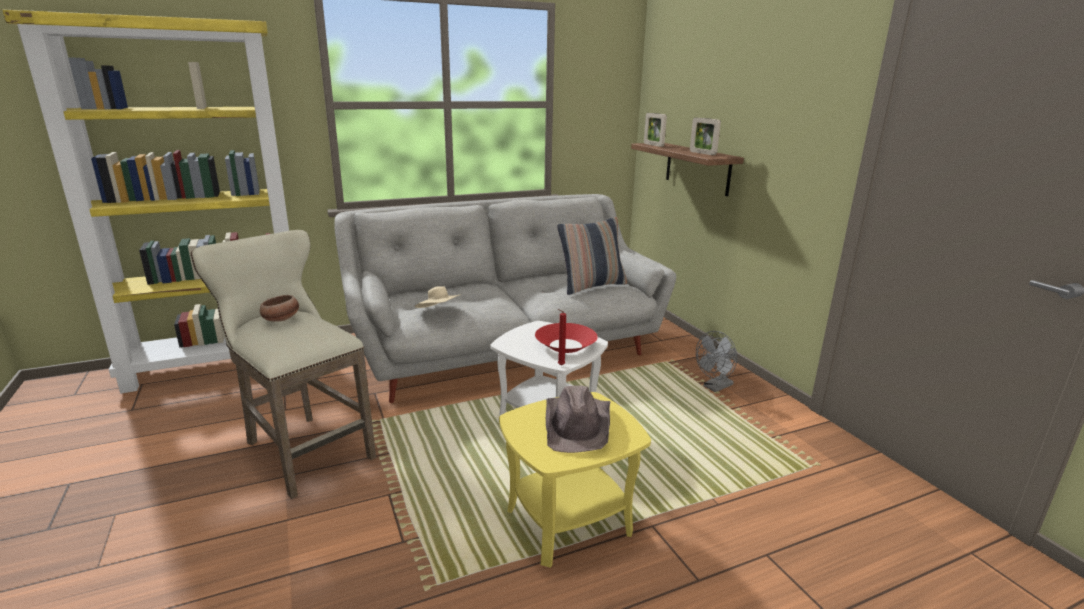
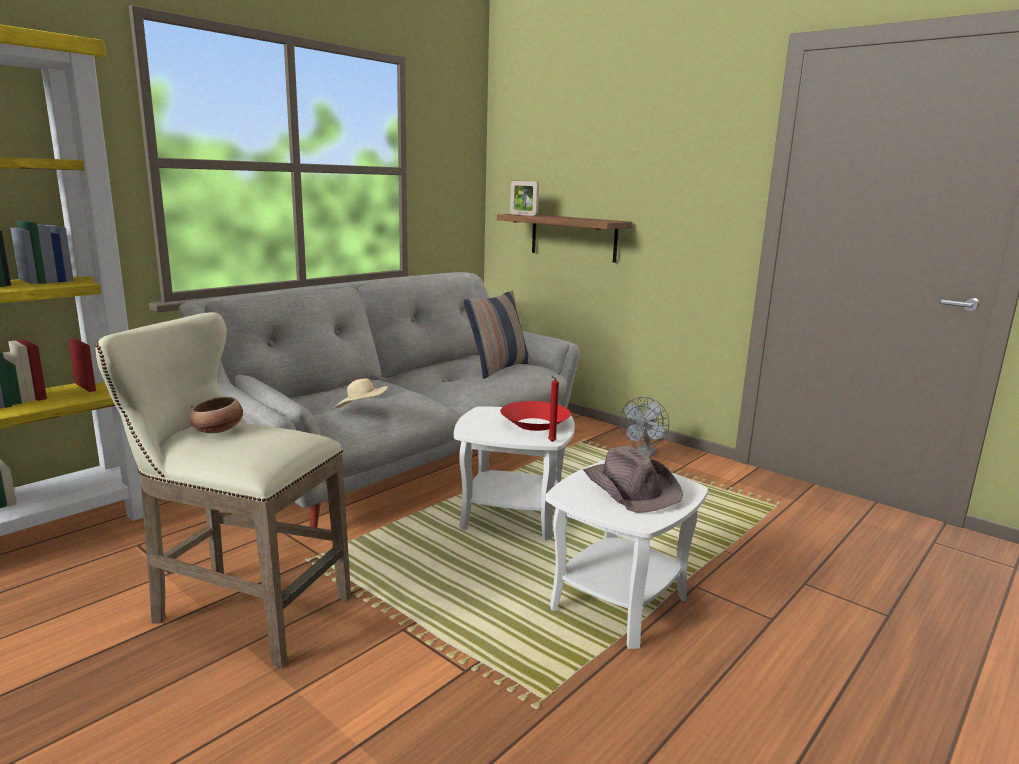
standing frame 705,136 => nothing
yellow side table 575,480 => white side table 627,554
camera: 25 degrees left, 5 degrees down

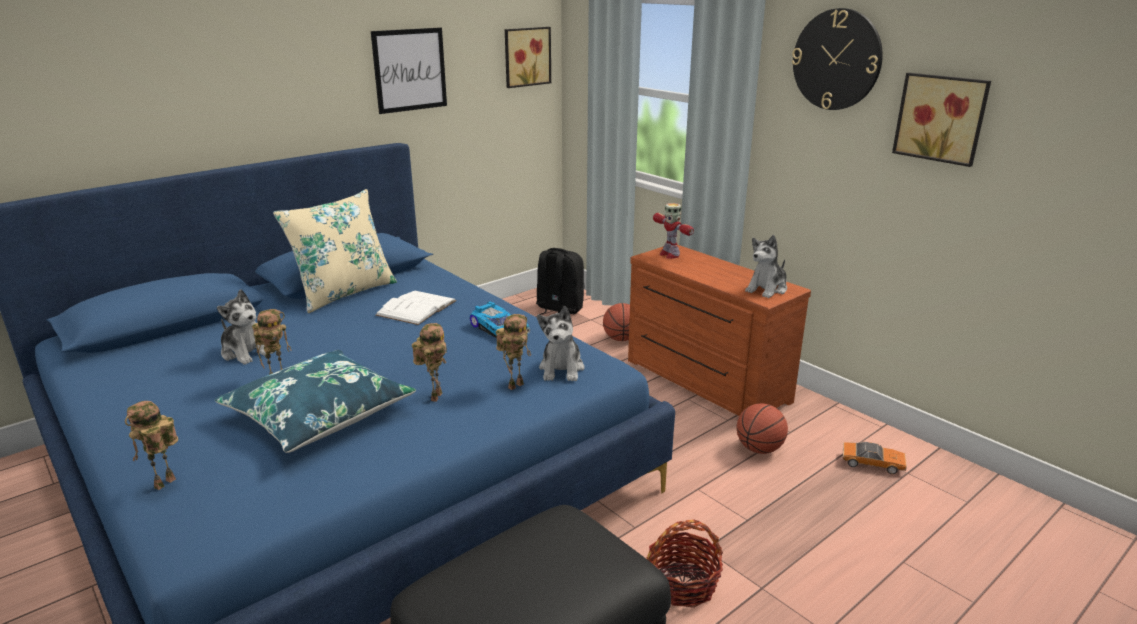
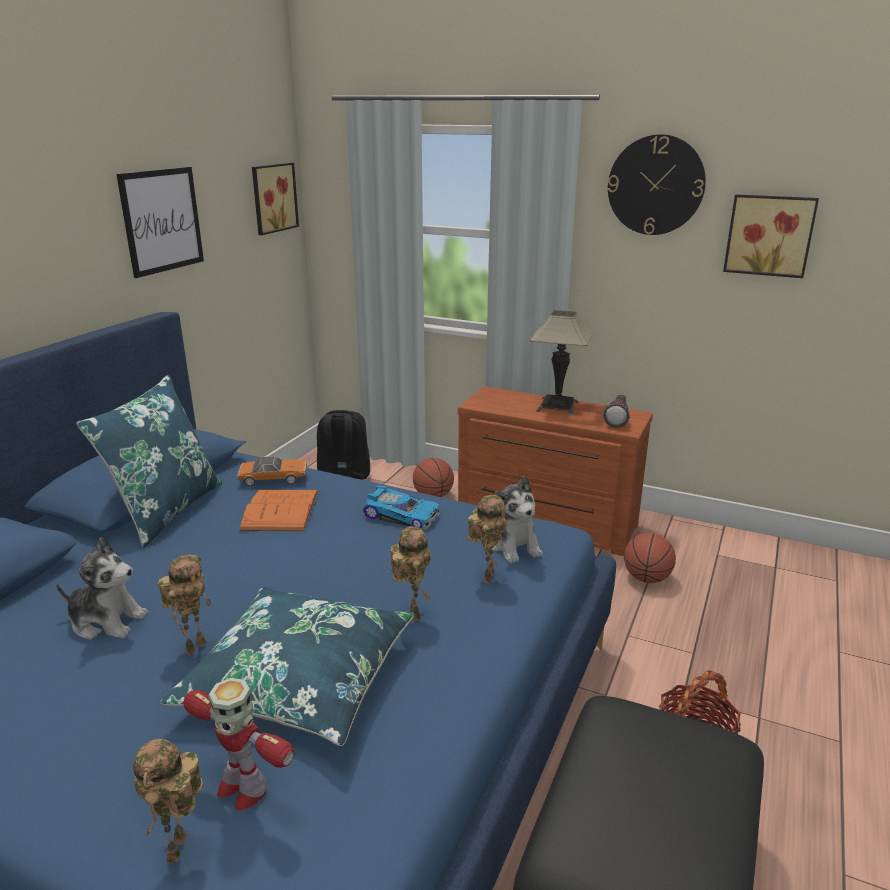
beige throw pillow 335,251 => blue-coloured throw pillow 149,461
robot figure 673,231 => robot figure 239,744, shifted
soft toy 766,266 => flashlight 616,411
white volume 416,308 => orangey volume 279,510
model car 875,458 => model car 272,471, shifted
nothing => lamp for a table 561,363
camera: 25 degrees left, 0 degrees up

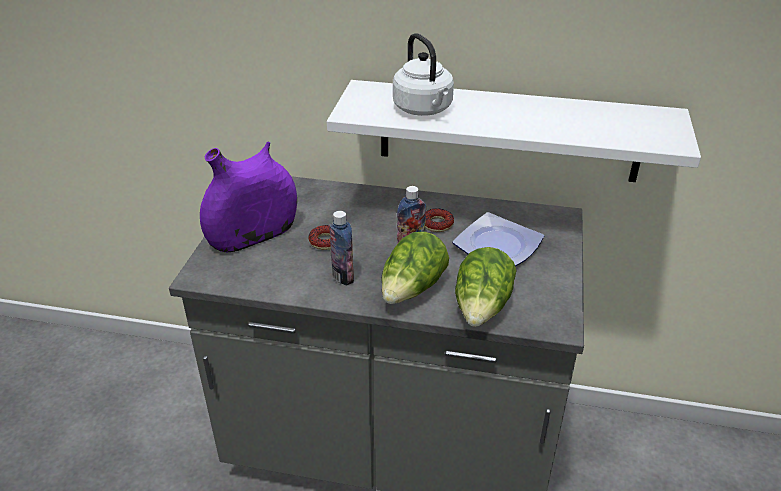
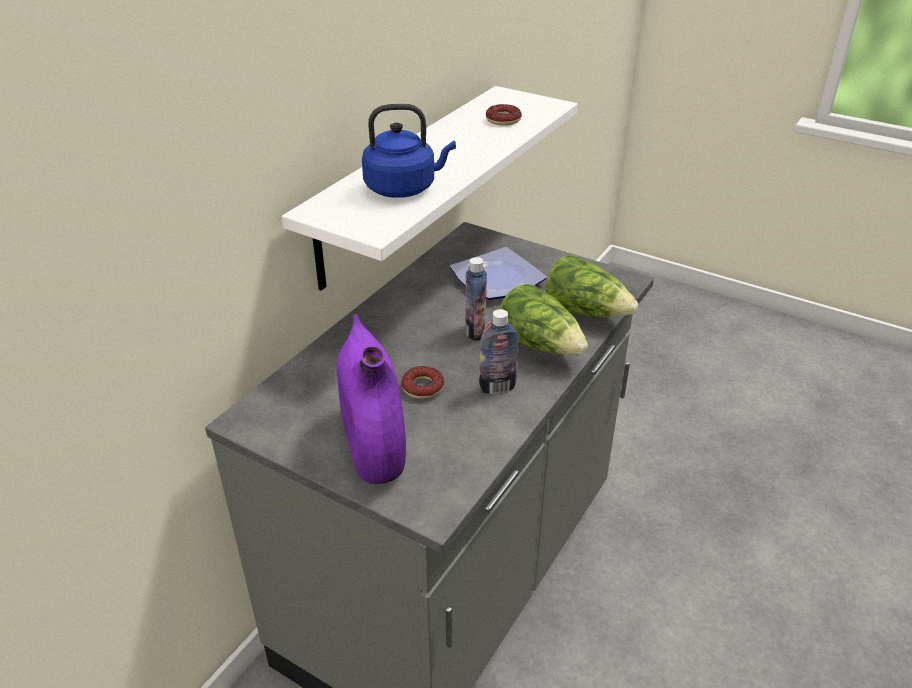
white kettle 423,74 => blue-coloured kettle 409,151
ring doughnut 439,220 => ring doughnut 504,115, shifted
camera: 70 degrees left, 0 degrees up

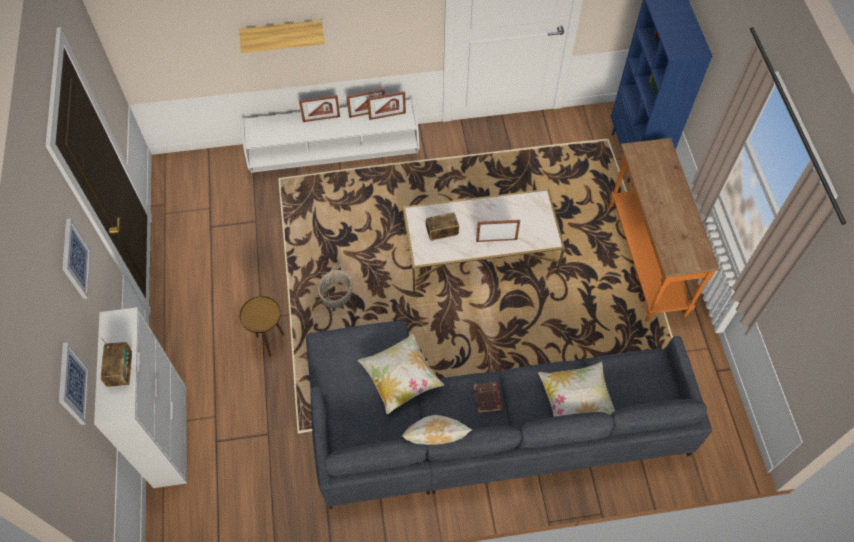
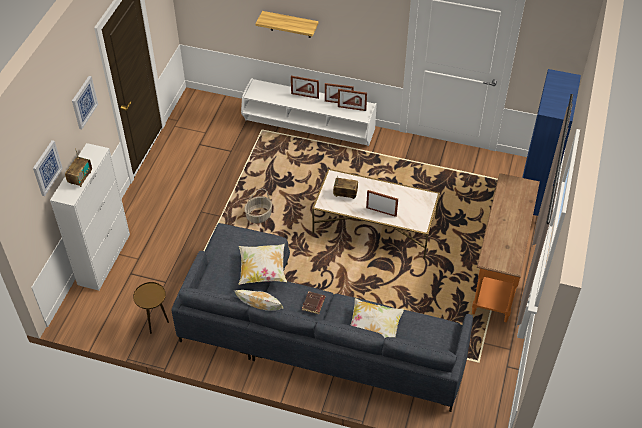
brown-coloured side table 262,326 => brown-coloured side table 151,308, shifted
camera: 25 degrees right, 10 degrees down

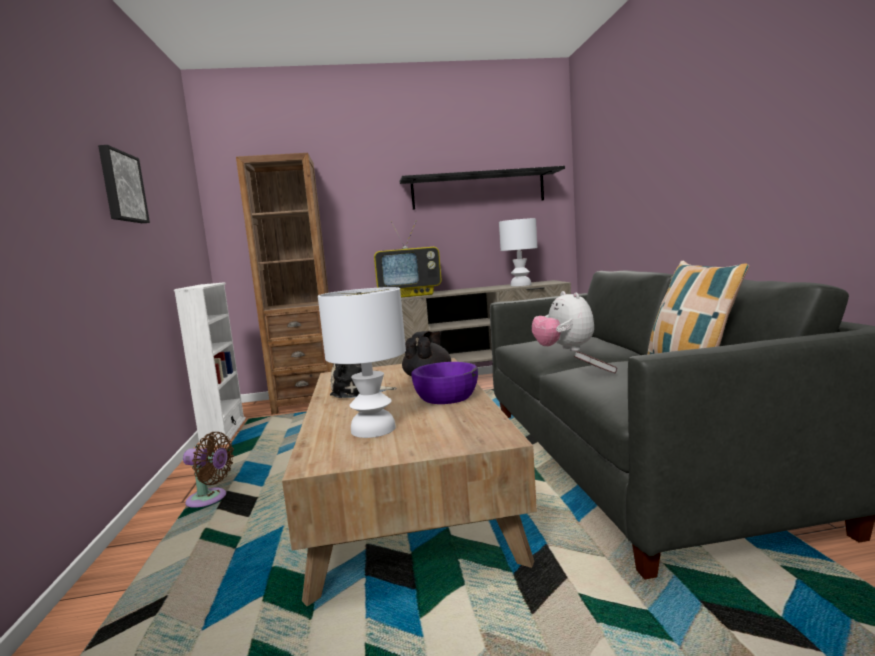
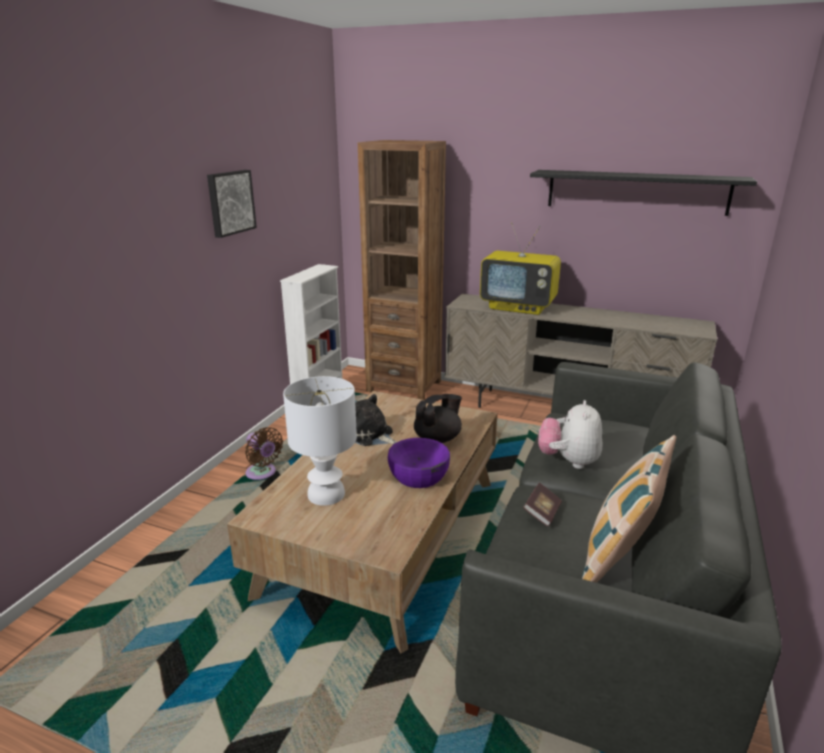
white lamp for a table 518,252 => nothing
camera: 30 degrees right, 15 degrees up

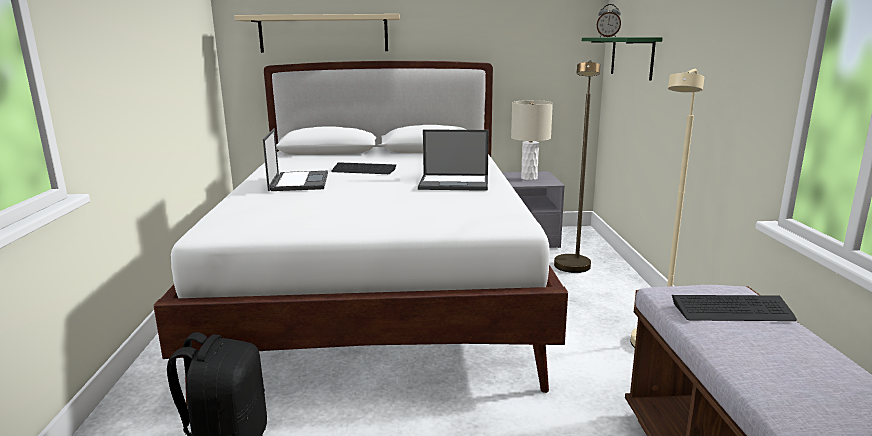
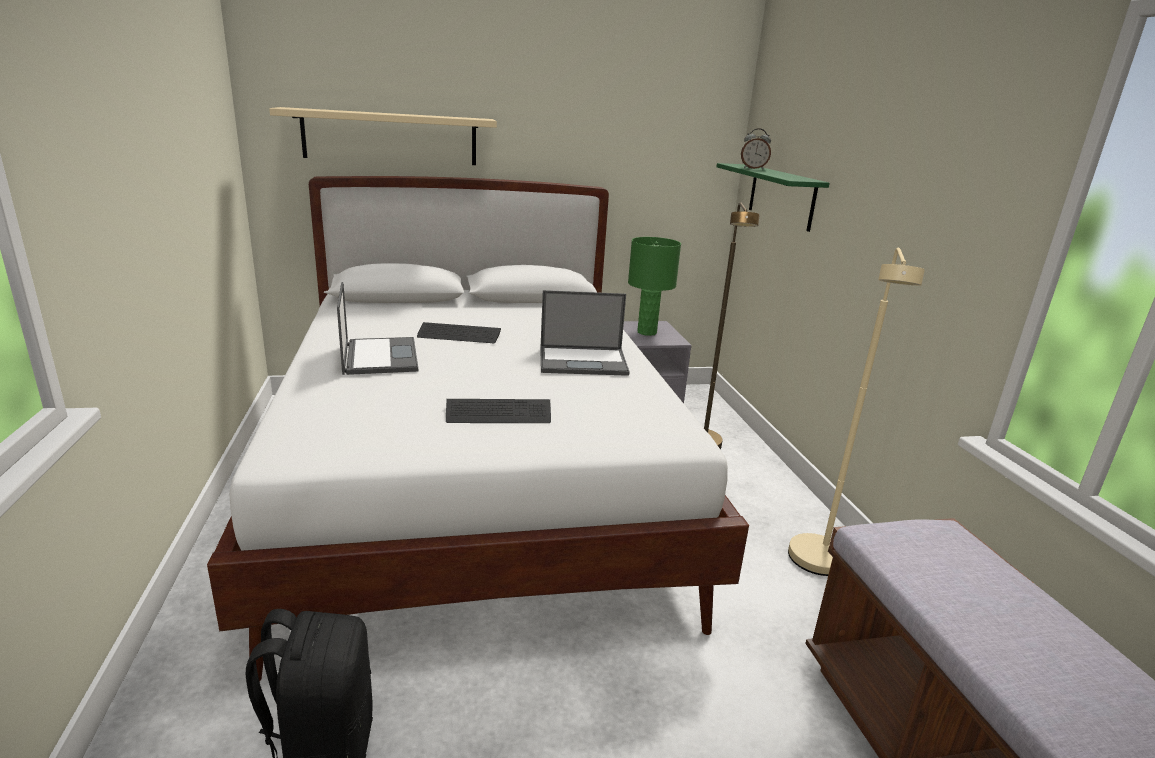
beige lamp for a table 532,140 => greenish lamp for a table 654,286
keyboard 734,308 => keyboard 498,411, shifted
camera: 10 degrees left, 5 degrees up

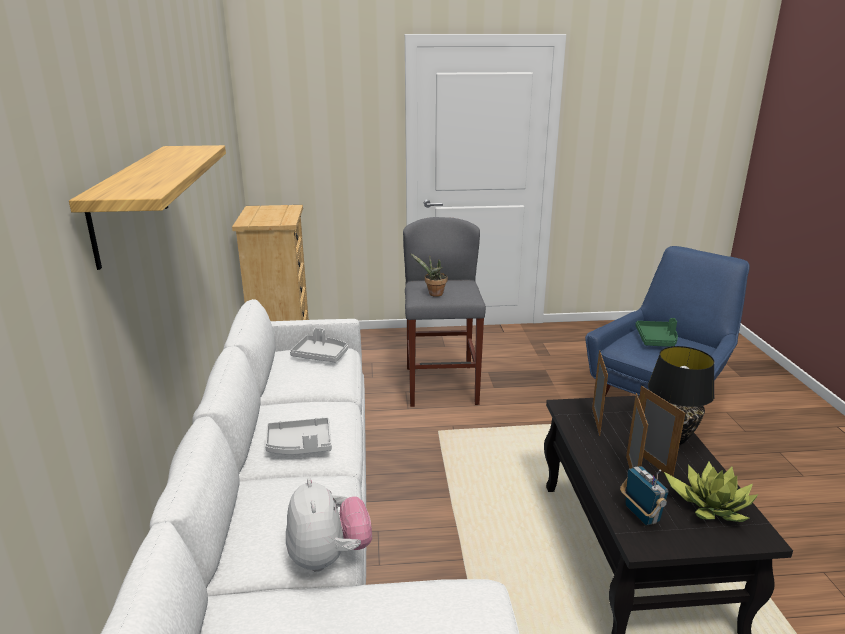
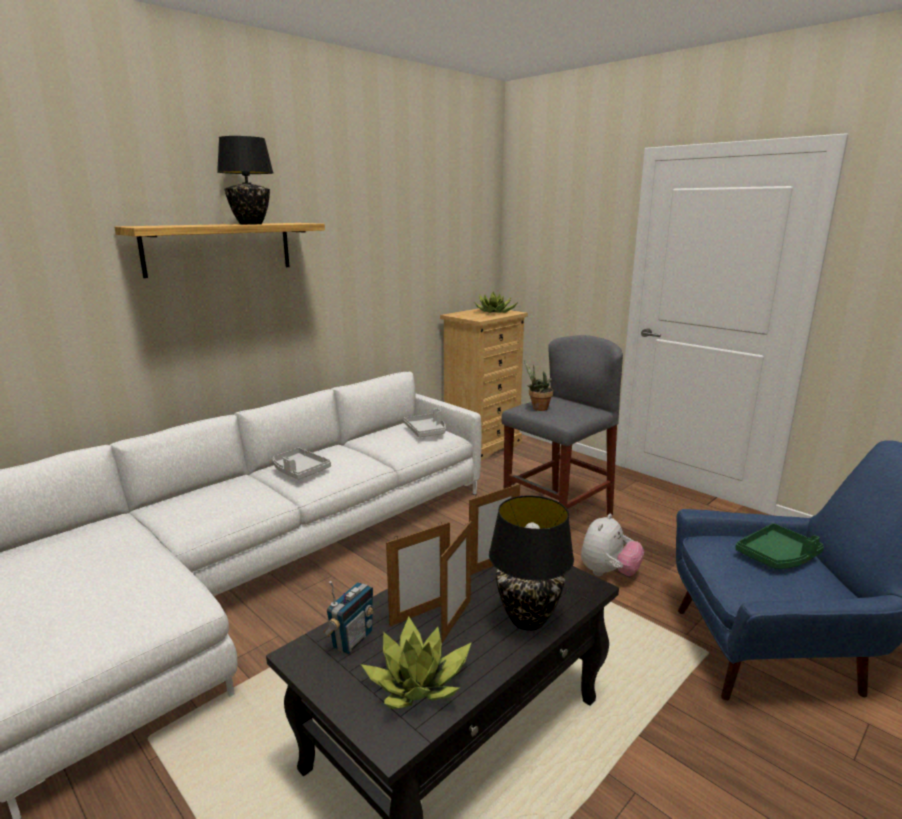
soft toy 329,525 => soft toy 612,545, shifted
nothing => blackish lamp for a table 245,180
nothing => houseplant 496,302
camera: 50 degrees right, 5 degrees down

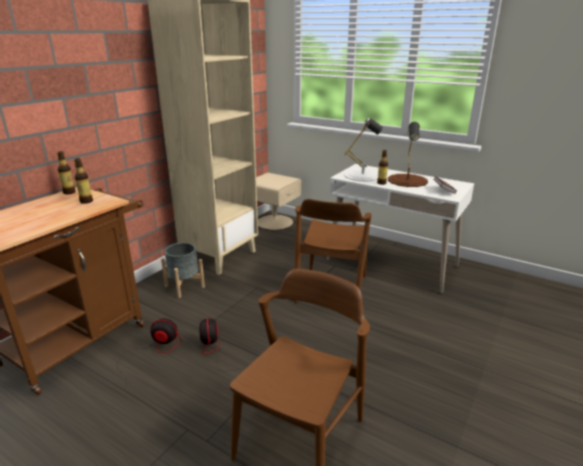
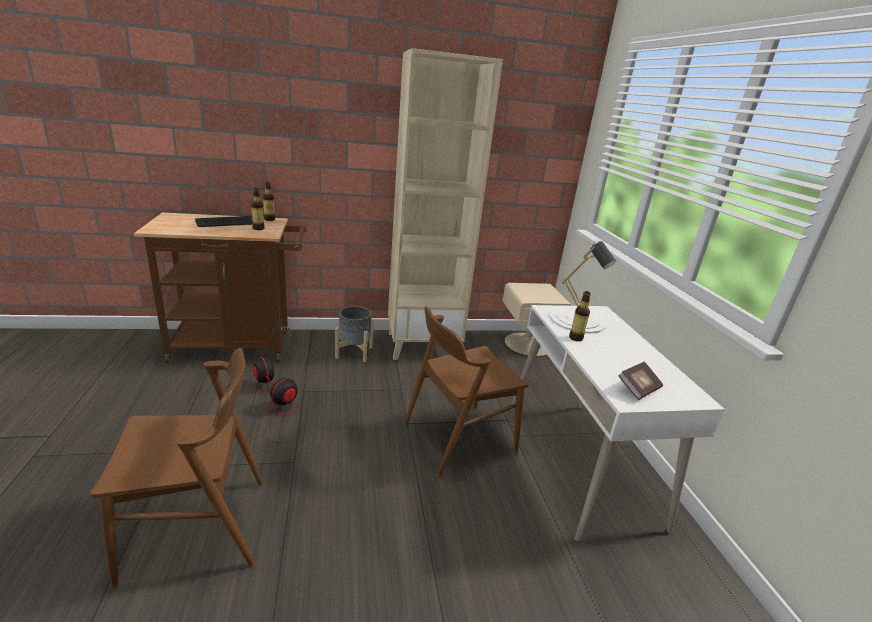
brown-coloured lamp for a table 408,154 => nothing
nothing => keyboard 224,221
camera: 45 degrees right, 0 degrees up

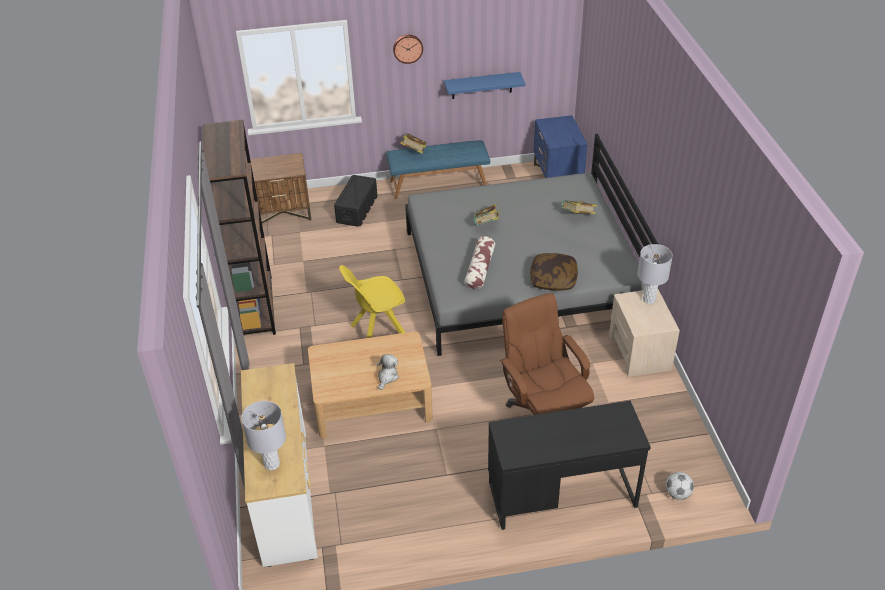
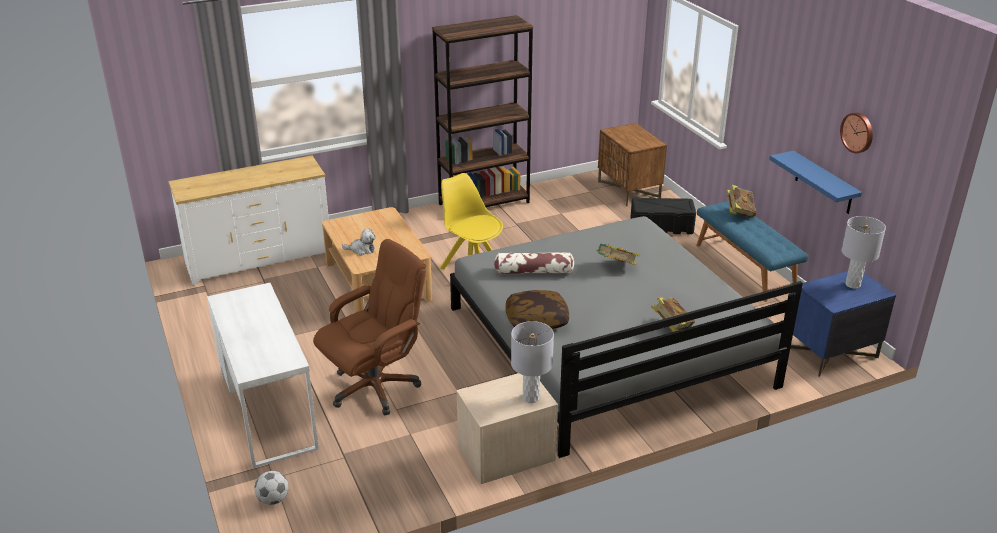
clock on the wall 408,49 => clock on the wall 856,133, shifted
blackish desk table 569,465 => white desk table 263,375
grey lamp for a table 263,436 => grey lamp for a table 864,252, shifted
camera: 75 degrees right, 10 degrees down

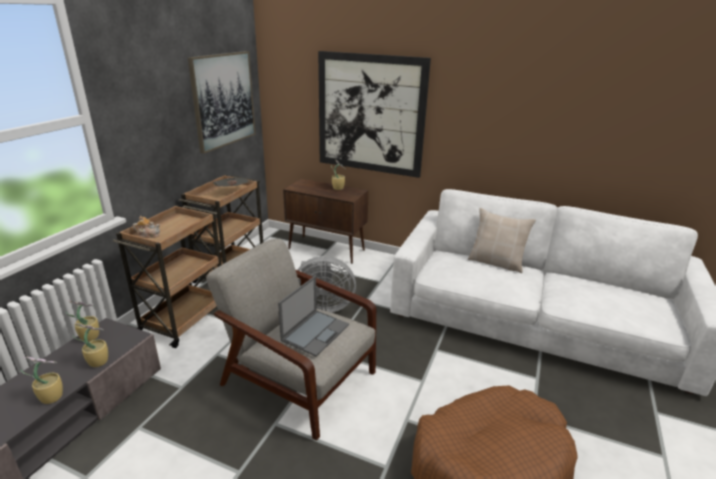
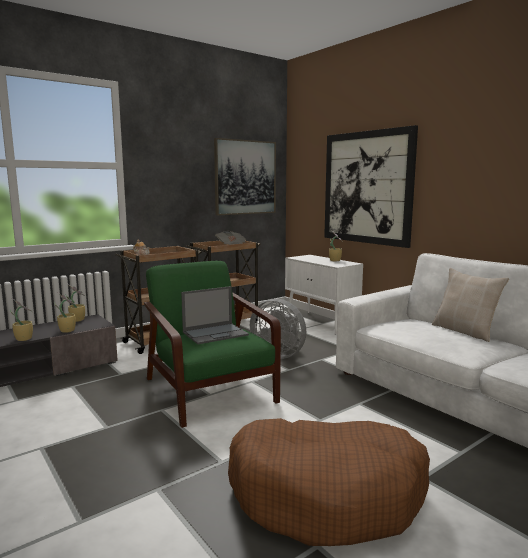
brown-coloured storage cabinet 326,221 => white storage cabinet 324,295
grey armchair 291,340 => greenish armchair 212,344
camera: 30 degrees right, 15 degrees down

